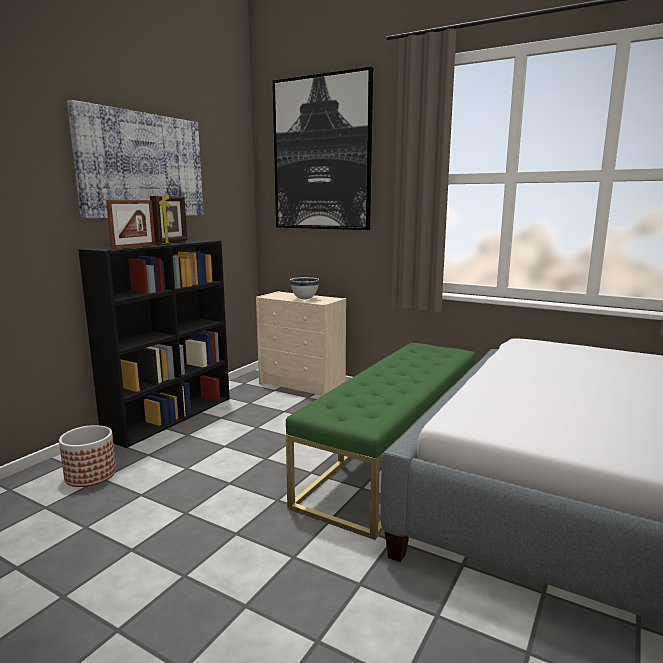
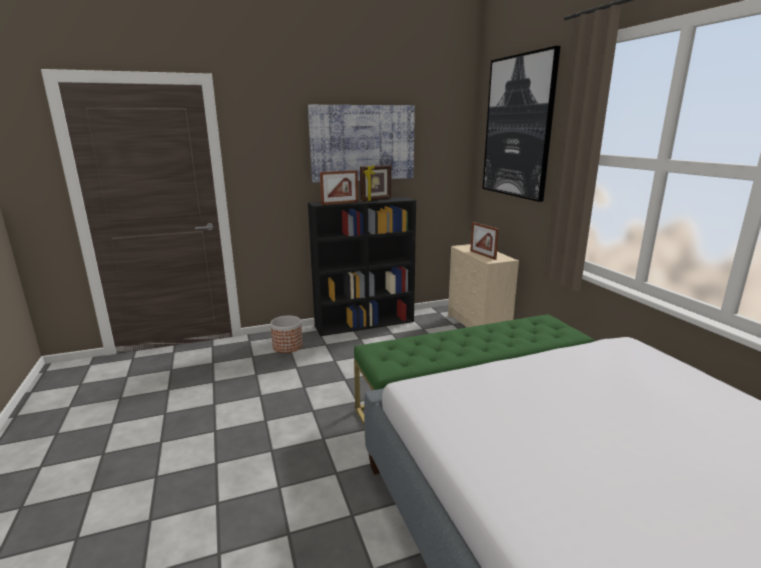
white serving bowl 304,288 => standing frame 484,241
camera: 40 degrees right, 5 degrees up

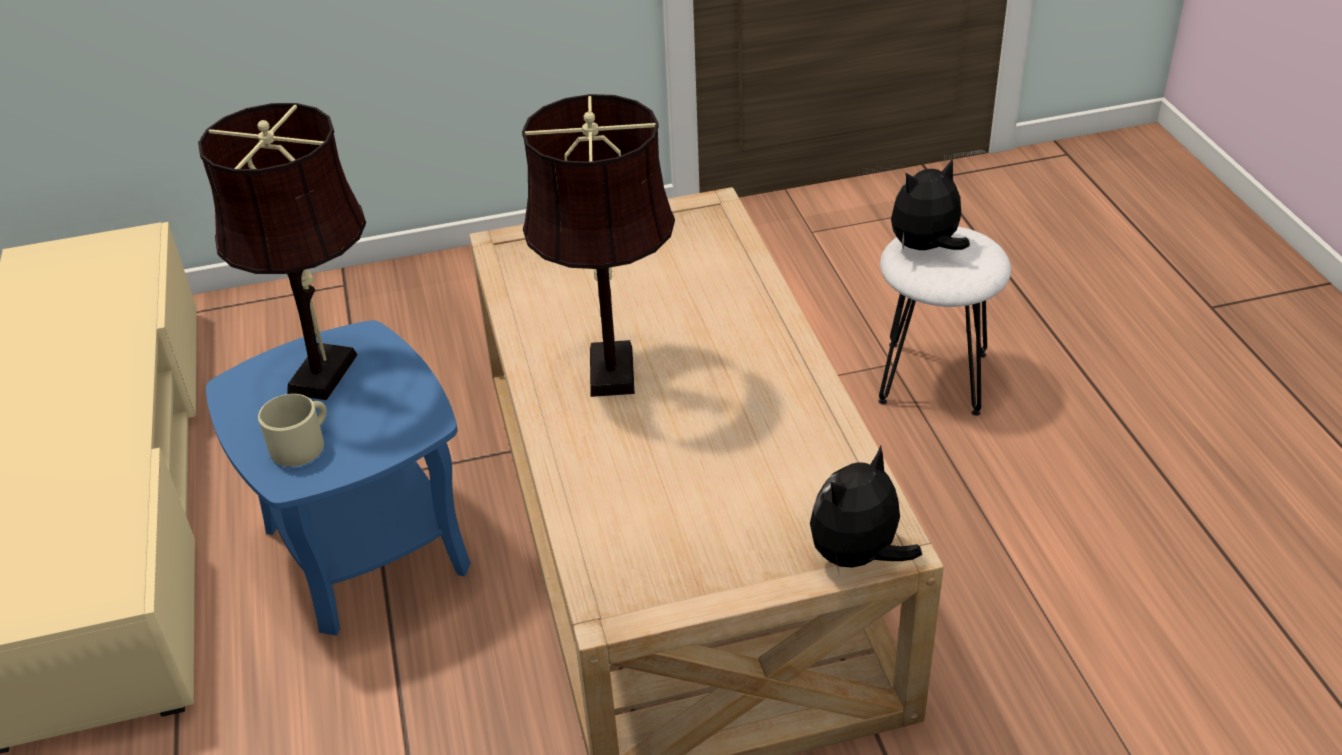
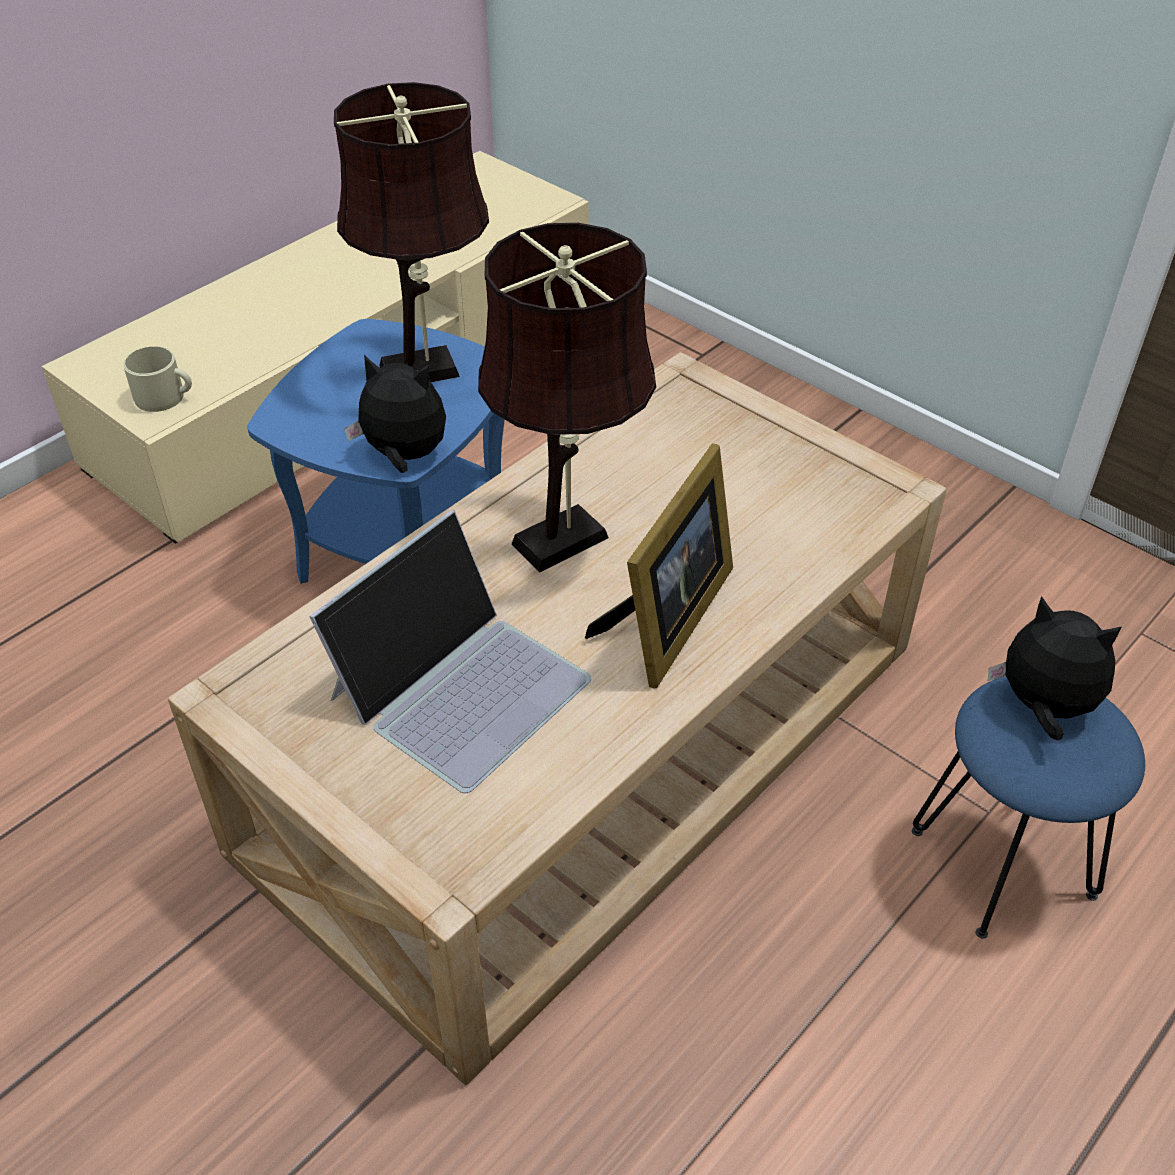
white sitting stool 945,321 => blue-coloured sitting stool 1028,807
beige coffee mug 292,430 => beige coffee mug 157,379, shifted
soft toy 866,511 => soft toy 395,414, shifted
nothing => standing frame 659,565
nothing => laptop 450,651
camera: 55 degrees right, 5 degrees up

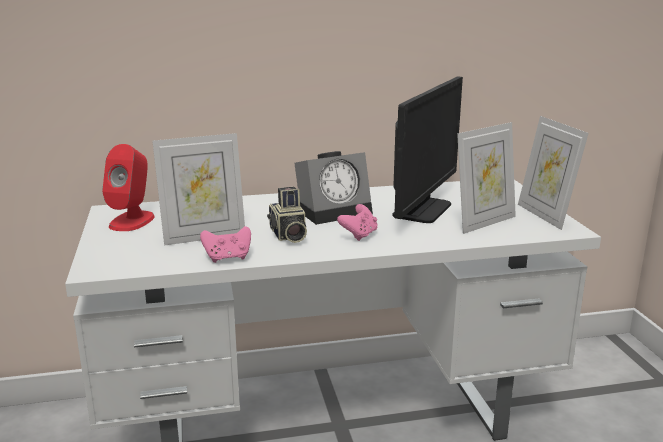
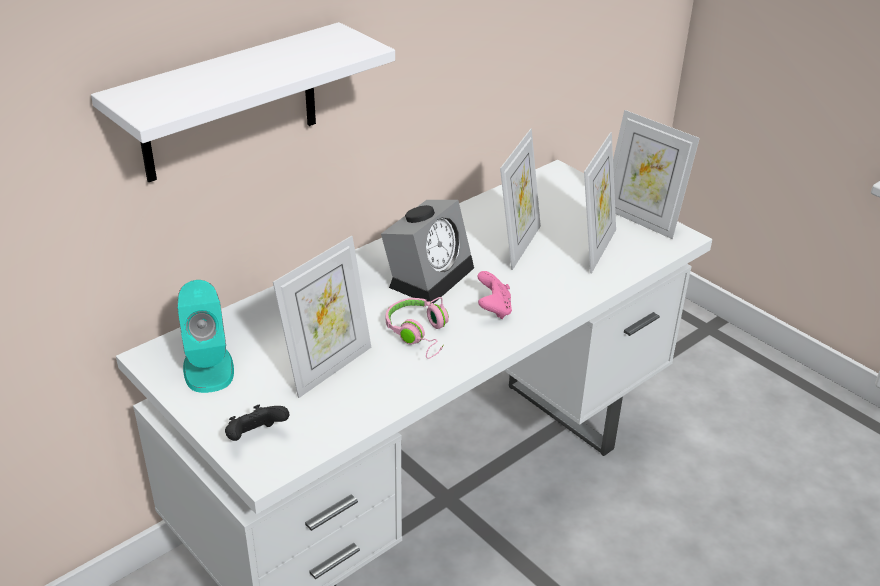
computer screen 427,149 => standing frame 520,199
red-coloured audio speaker 128,187 => turquoise-coloured audio speaker 205,336
photo camera 287,215 => pinkish headset 417,328
pinkish joypad 225,244 => nothing
nothing => white shelf 243,102
nothing => blackish joypad 257,423
camera: 30 degrees left, 15 degrees up

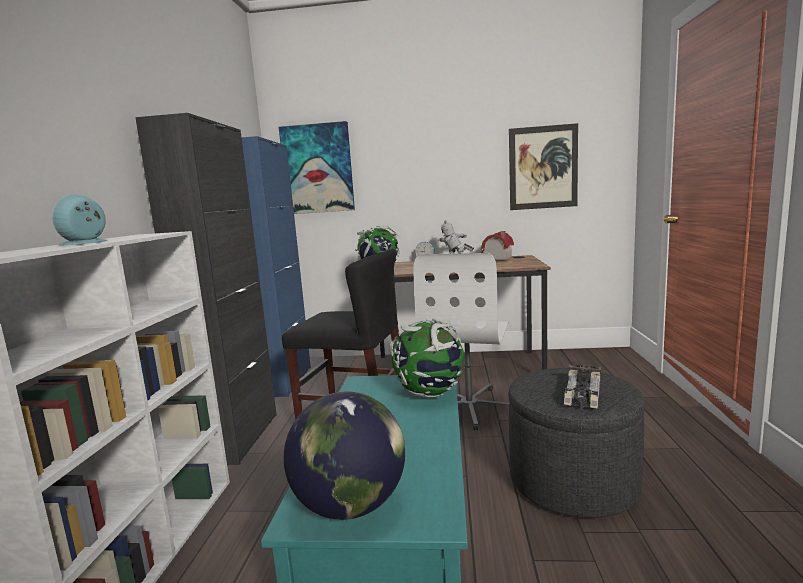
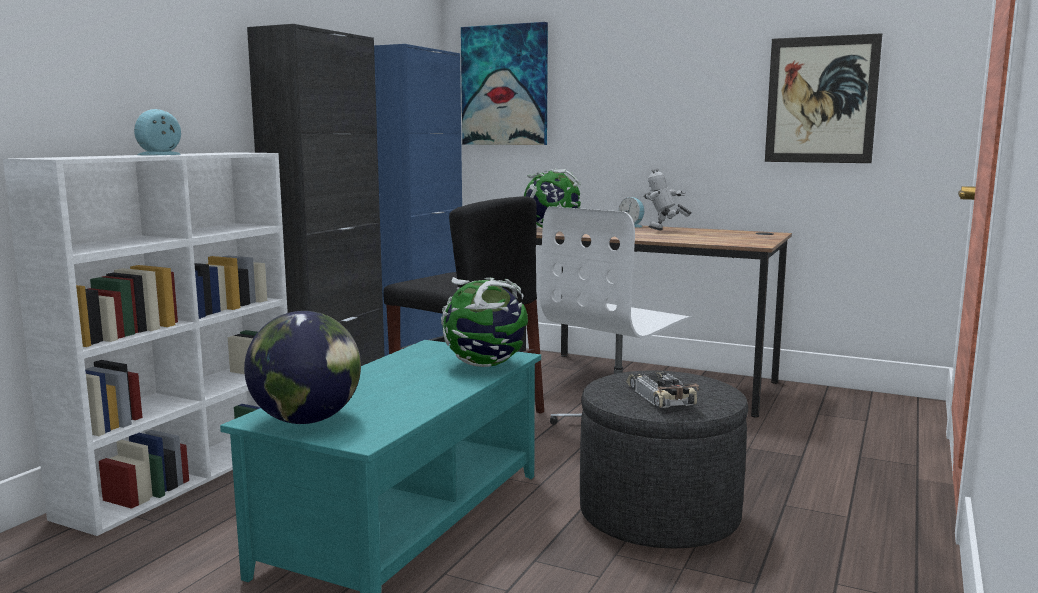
miniature house 497,246 => nothing
model car 582,387 => model car 662,389, 120 degrees clockwise
camera: 20 degrees right, 0 degrees up

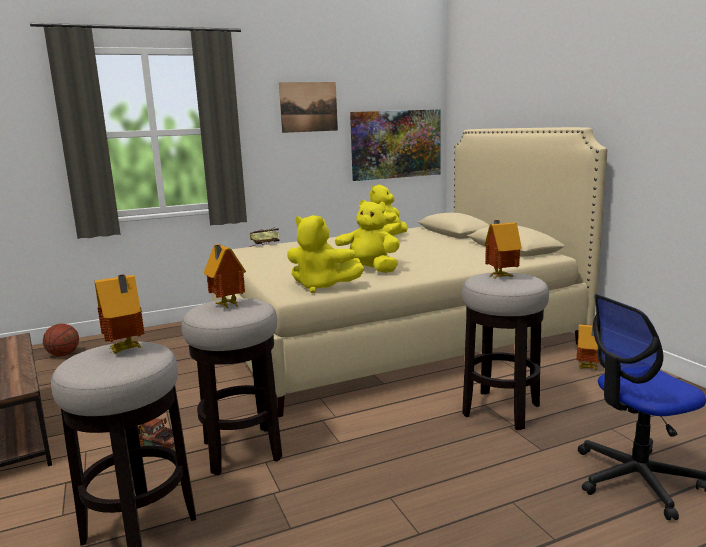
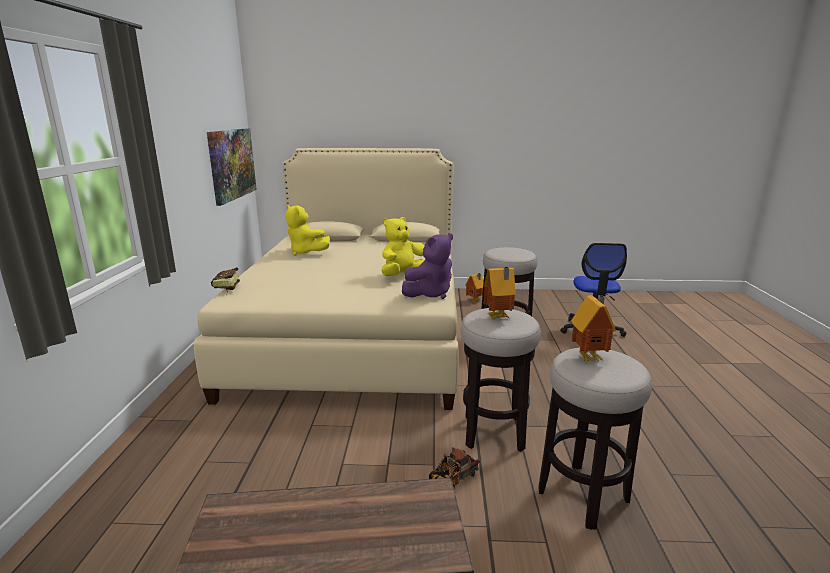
wall picture 308,107 => nothing
yellow soft toy 325,254 => purple-coloured soft toy 427,266
miniature house 503,250 => nothing
basketball ball 61,340 => nothing
camera: 65 degrees left, 5 degrees up

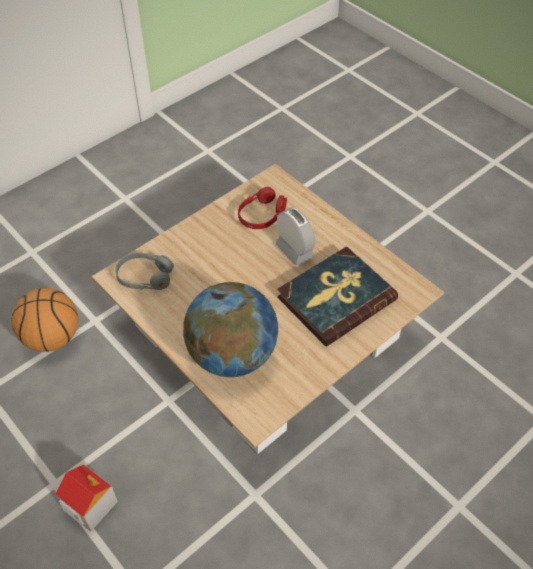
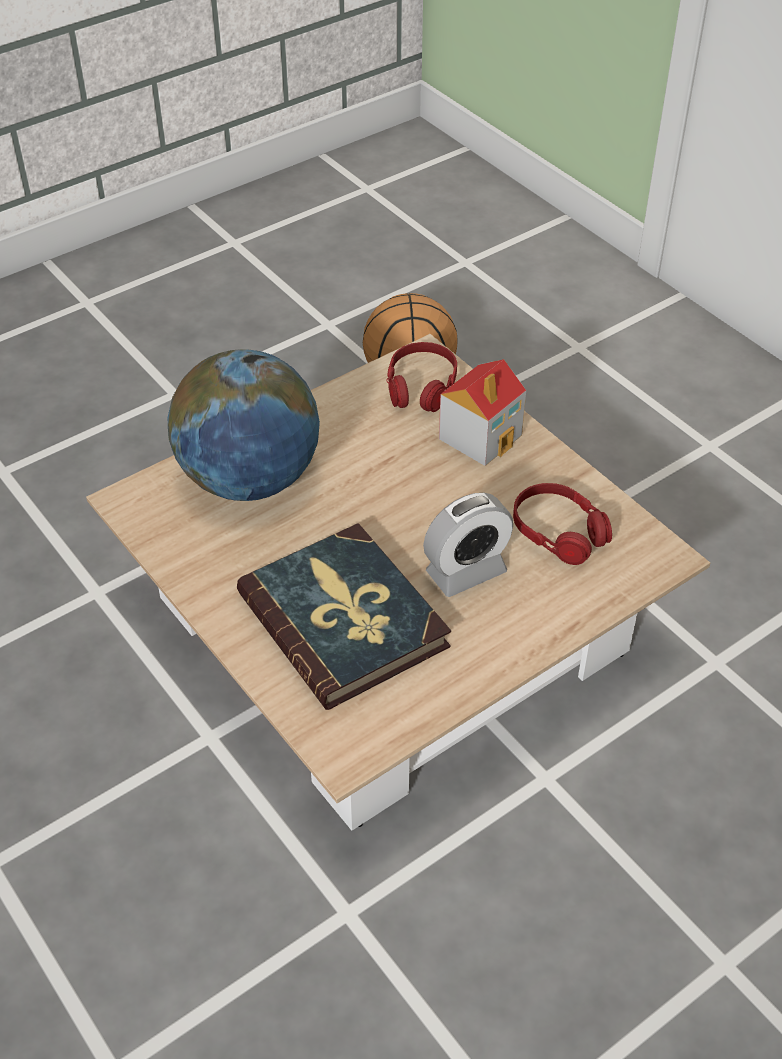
grey headset 144,271 => red-coloured headset 422,377
miniature house 86,497 => miniature house 482,412, shifted
camera: 95 degrees right, 5 degrees down

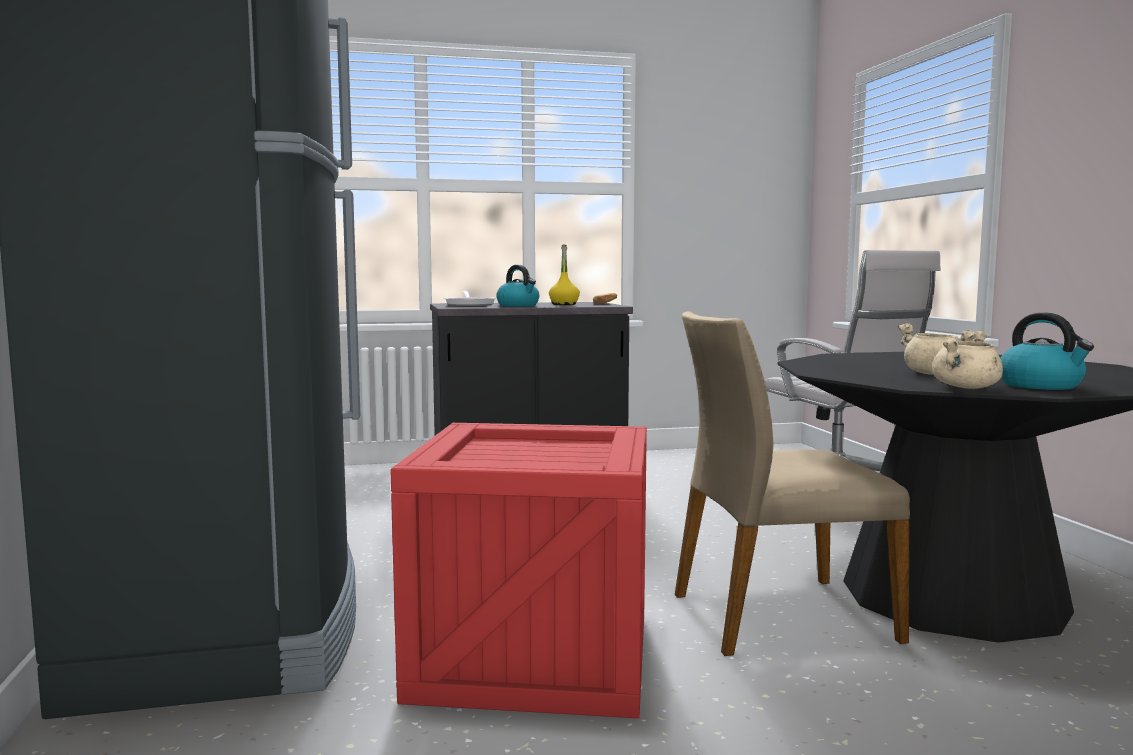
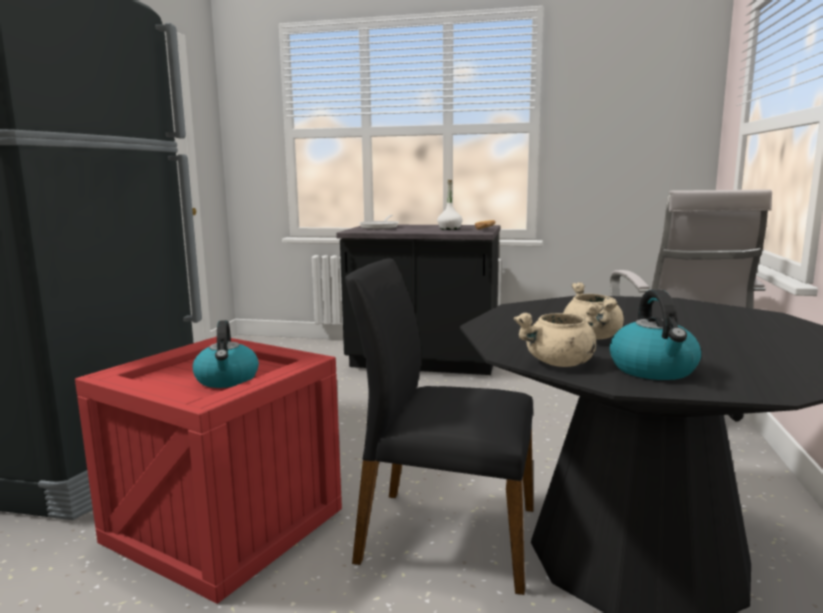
yellow beverage bottle 564,275 => white beverage bottle 450,205
kettle 517,286 => kettle 226,354, shifted
beige plain chair 792,483 => blackish plain chair 439,427
camera: 25 degrees right, 5 degrees up

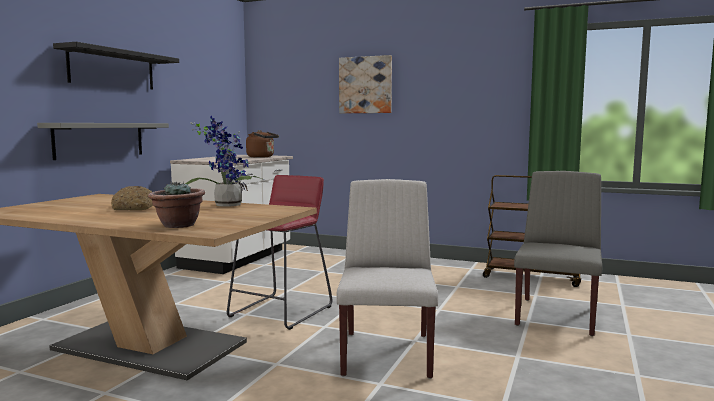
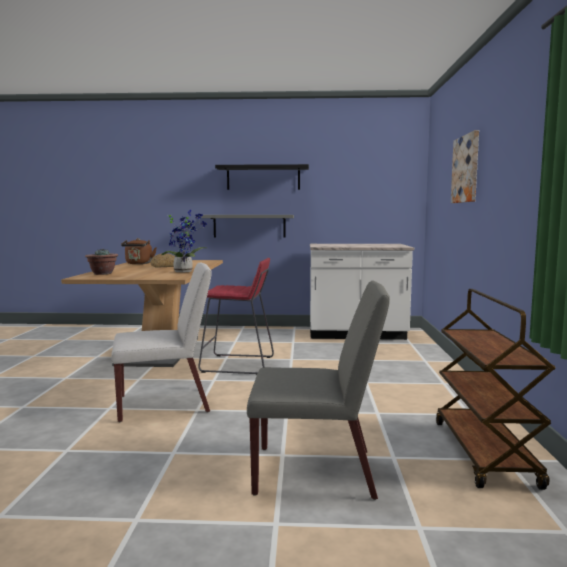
brown-coloured kettle 262,144 => brown-coloured kettle 139,251, shifted
camera: 70 degrees right, 0 degrees up

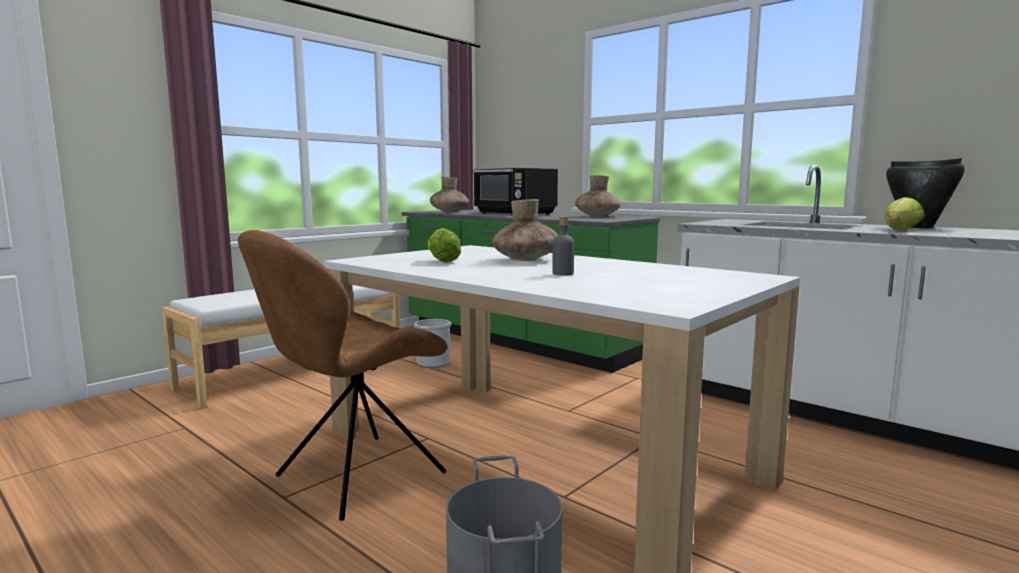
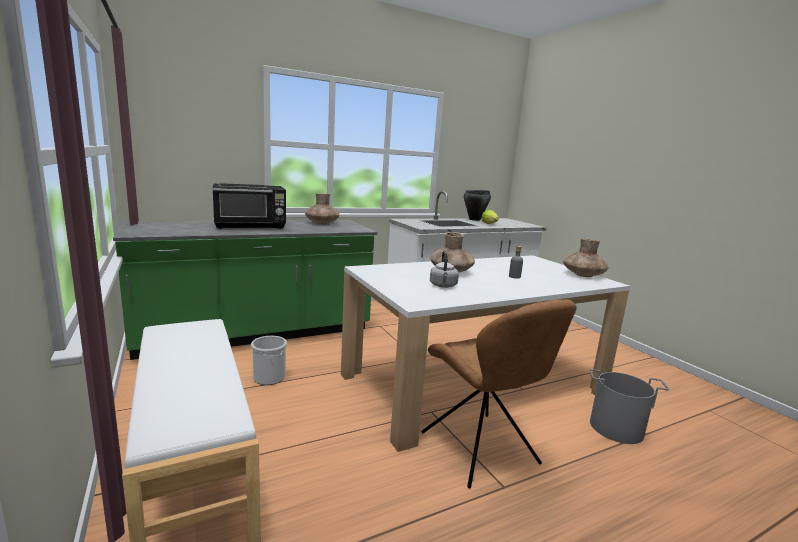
brown-coloured vase 449,194 => brown-coloured vase 585,257, shifted
lettuce head 444,245 => grey kettle 444,269
camera: 70 degrees left, 5 degrees up

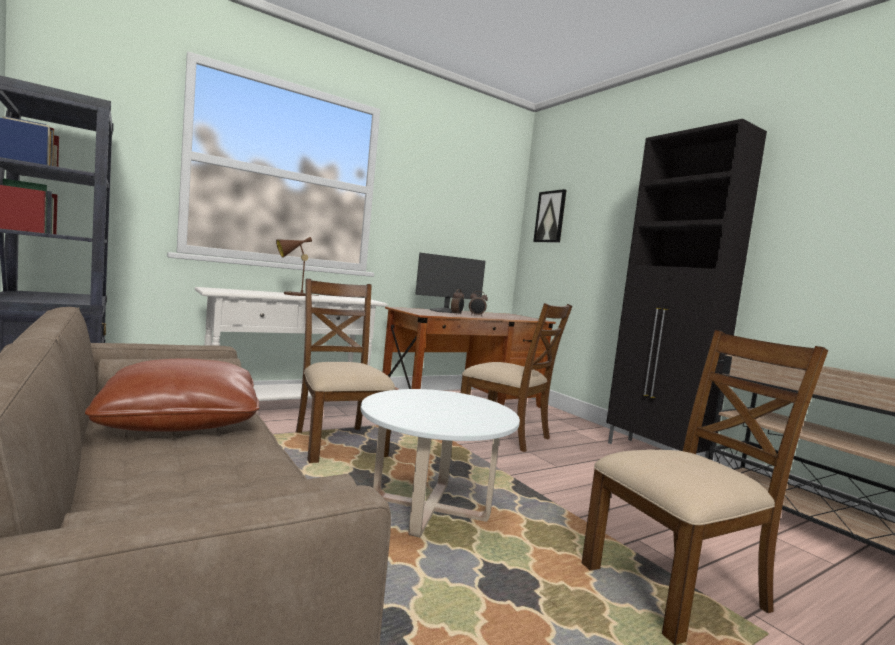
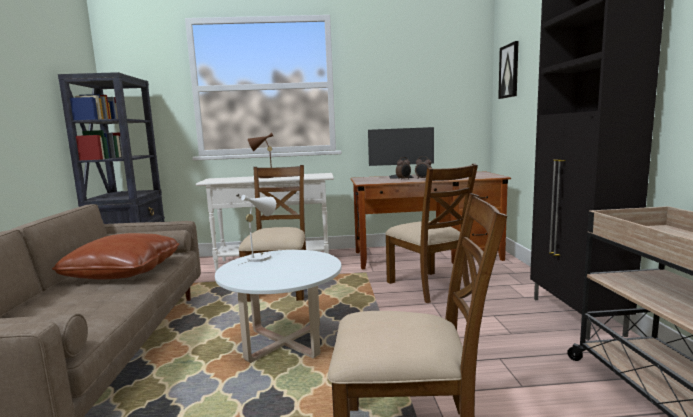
nothing => white lamp for a table 257,230
camera: 30 degrees right, 5 degrees up

